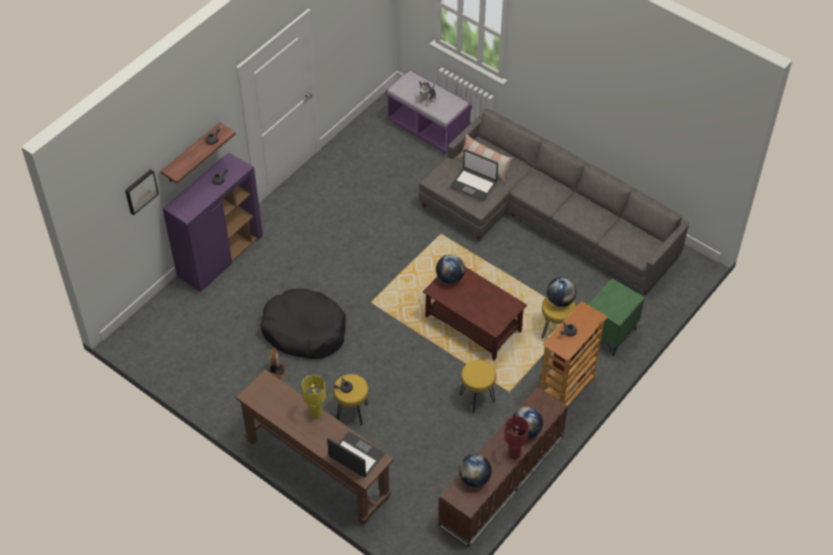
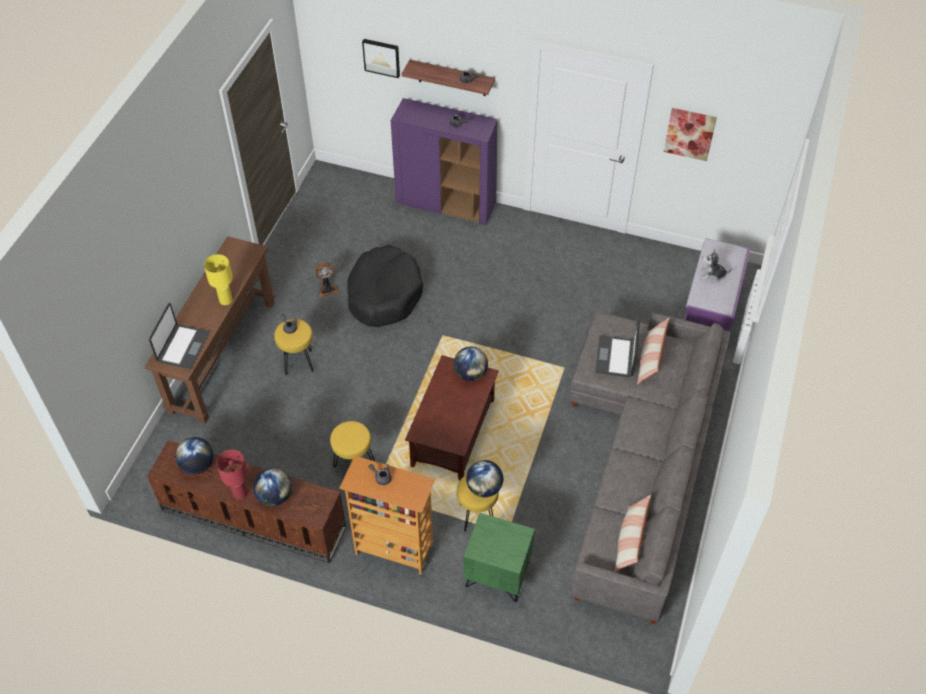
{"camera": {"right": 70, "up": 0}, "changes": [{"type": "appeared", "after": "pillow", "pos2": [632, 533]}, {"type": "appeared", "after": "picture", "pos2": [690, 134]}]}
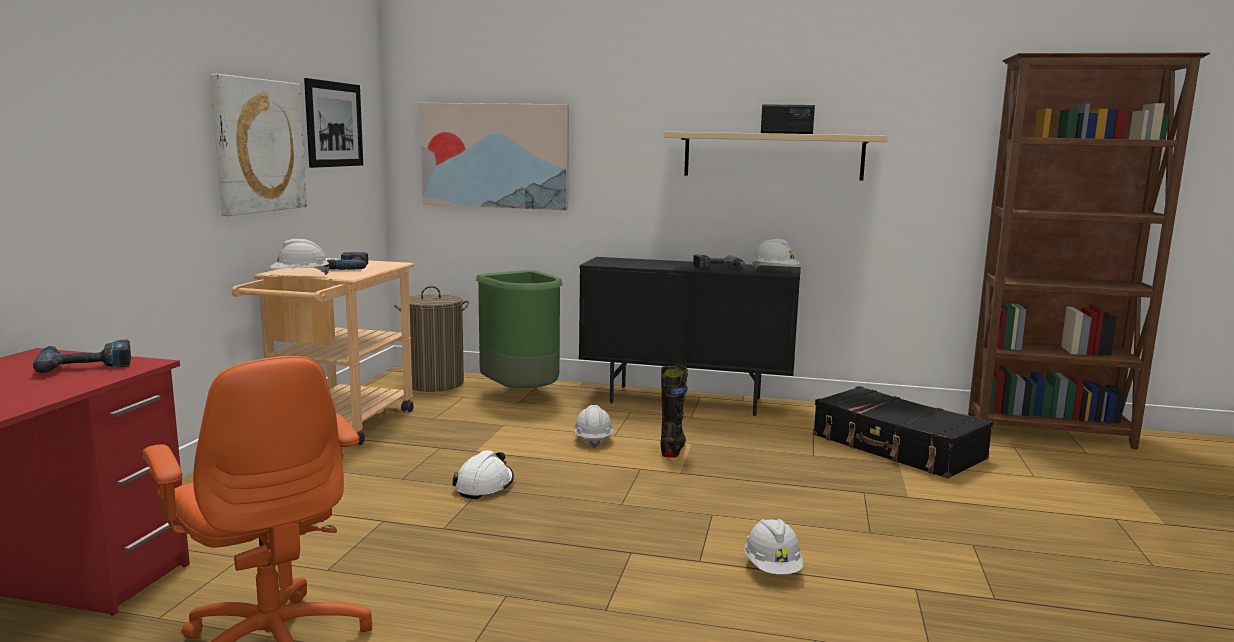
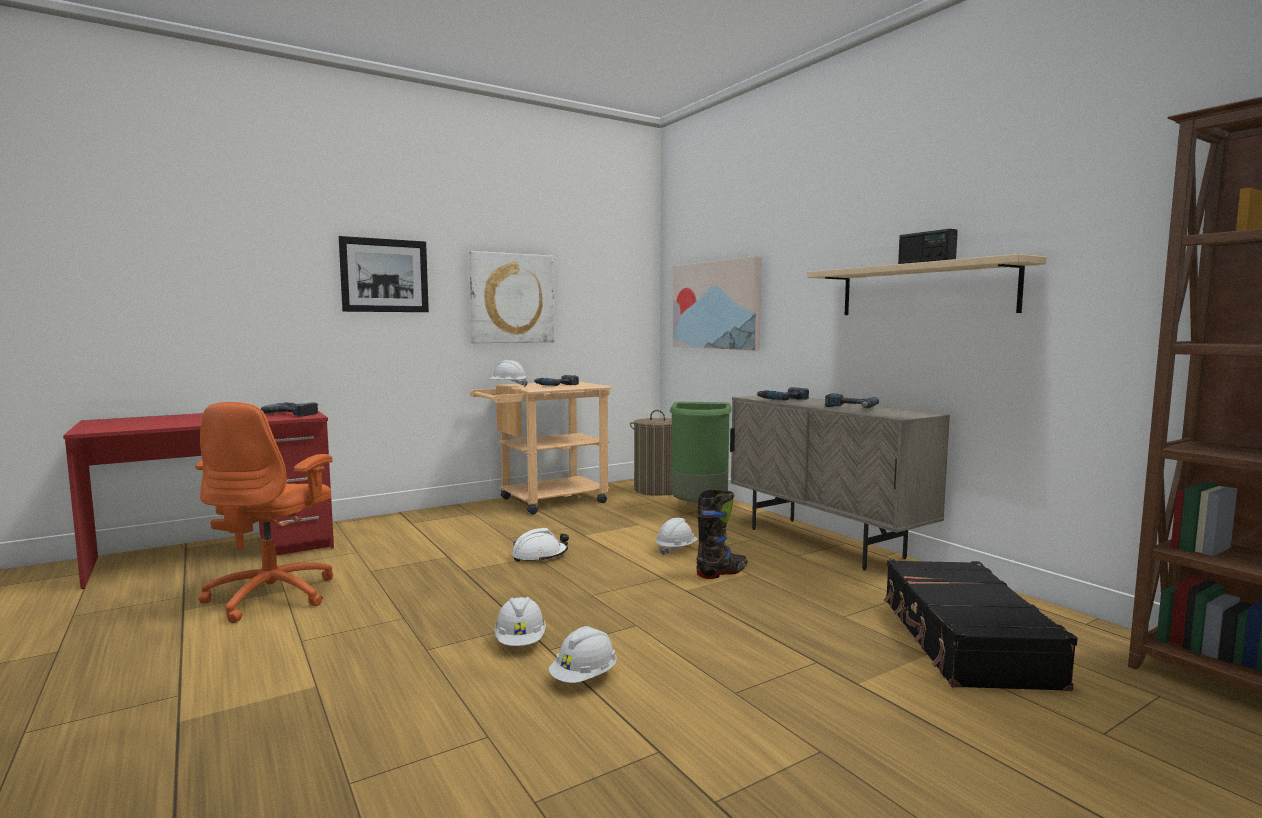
{"camera": {"right": 45, "up": -5}, "changes": [{"type": "appeared", "after": "power drill", "pos2": [782, 394]}, {"type": "relocated", "before": "picture", "pos1": [333, 123], "pos2": [384, 274]}, {"type": "relocated", "before": "hard hat (white)", "pos1": [776, 254], "pos2": [520, 621]}, {"type": "colour", "before": "cabinet (black)", "after": "cabinet (beige)", "pos1": [689, 336], "pos2": [840, 483]}]}
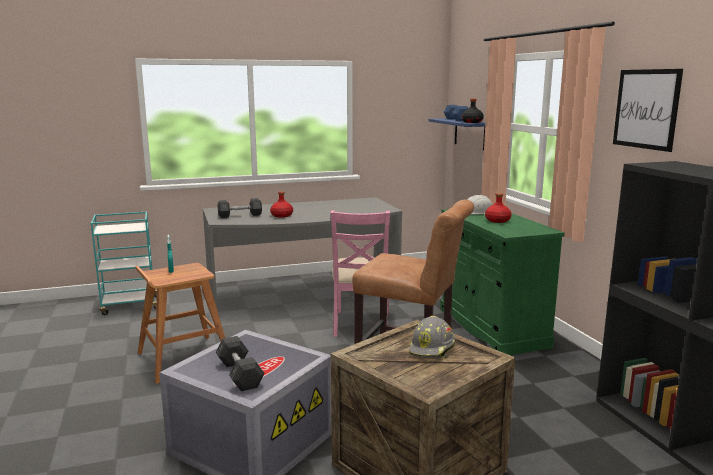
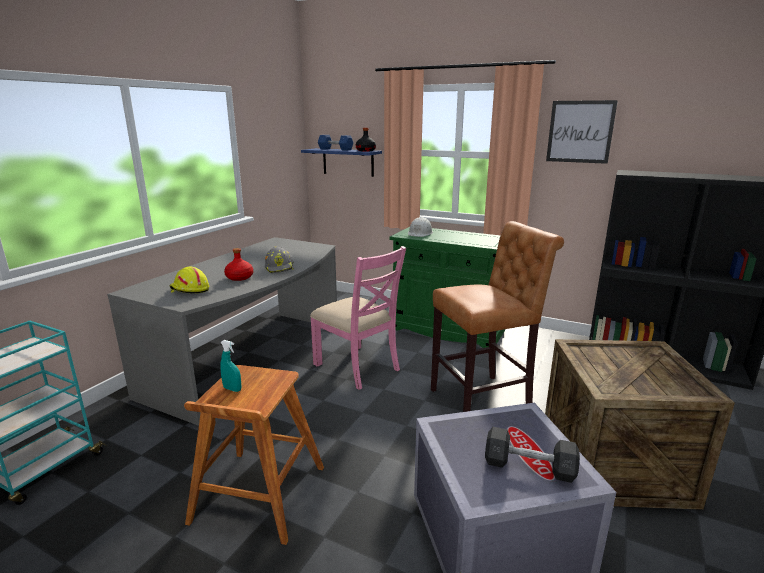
{"camera": {"right": -45, "up": 5}, "changes": [{"type": "missing", "before": "bottle (red)", "pos1": [498, 208]}, {"type": "relocated", "before": "hard hat (grey)", "pos1": [432, 337], "pos2": [279, 260]}, {"type": "exchanged", "before": "dumbbell (grey)", "after": "hard hat (yellow)", "pos1": [240, 208], "pos2": [189, 280]}]}
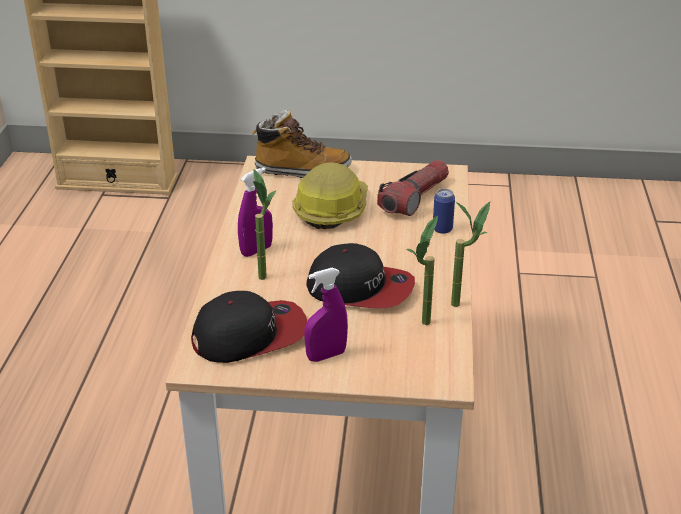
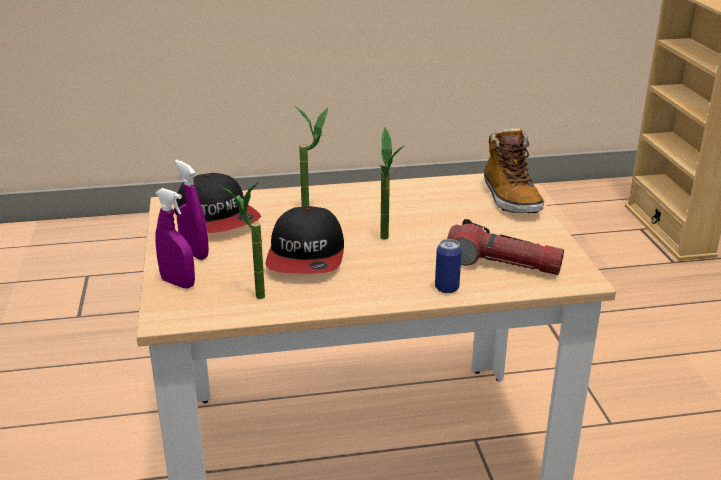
{"camera": {"right": 75, "up": -5}, "changes": [{"type": "missing", "before": "hard hat", "pos1": [330, 195]}, {"type": "relocated", "before": "spray bottle (purple)", "pos1": [255, 212], "pos2": [175, 238]}, {"type": "relocated", "before": "potted plant", "pos1": [470, 254], "pos2": [392, 183]}]}
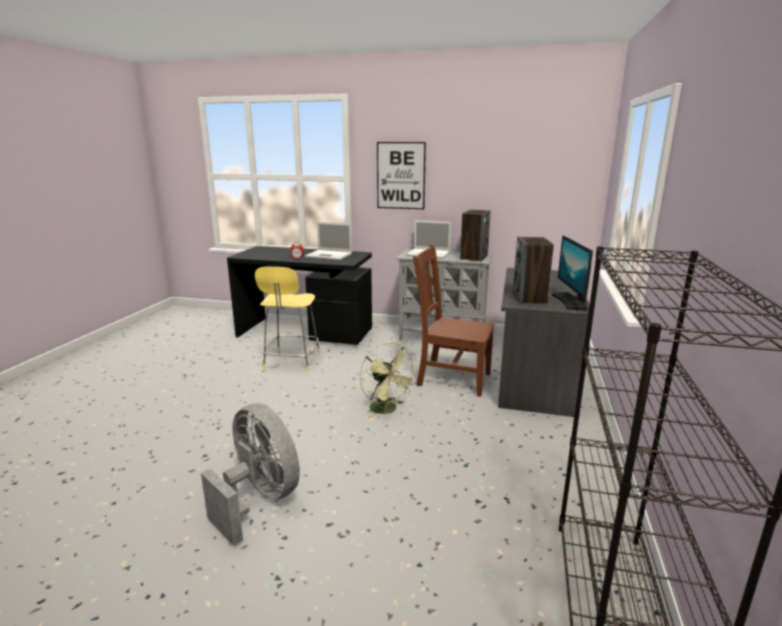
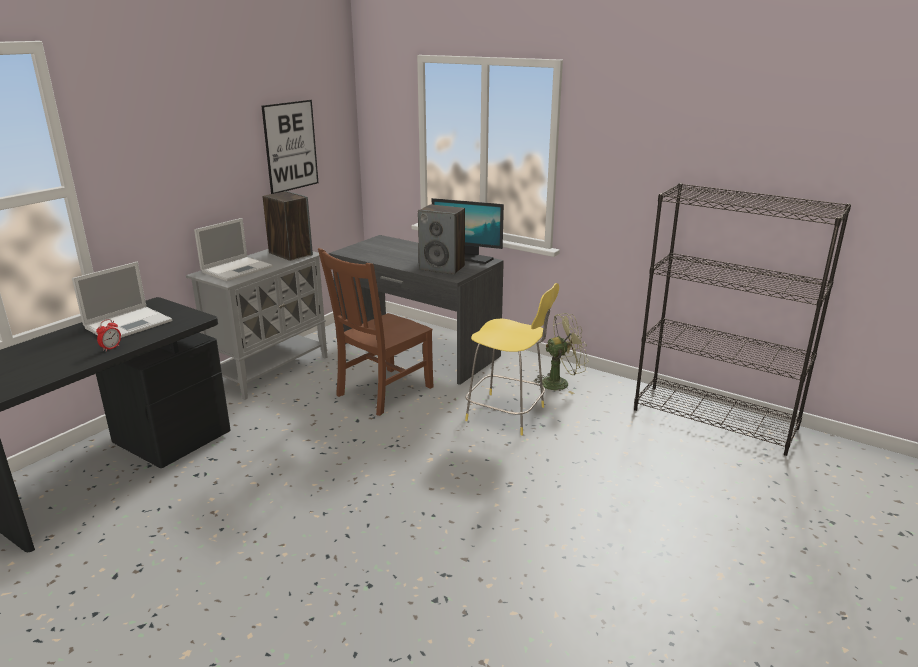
{"camera": {"right": -70, "up": 5}, "changes": [{"type": "missing", "before": "fan (grey)", "pos1": [250, 474]}, {"type": "relocated", "before": "stool (yellow)", "pos1": [287, 319], "pos2": [512, 359]}, {"type": "relocated", "before": "fan (green)", "pos1": [389, 380], "pos2": [559, 353]}, {"type": "relocated", "before": "picture", "pos1": [401, 175], "pos2": [290, 147]}]}
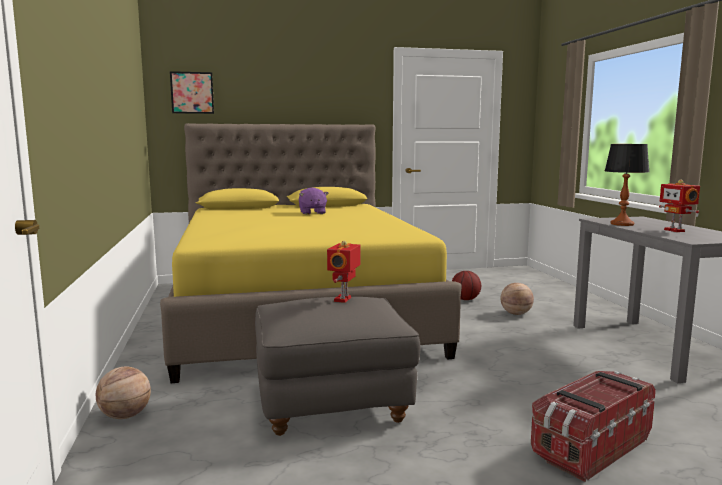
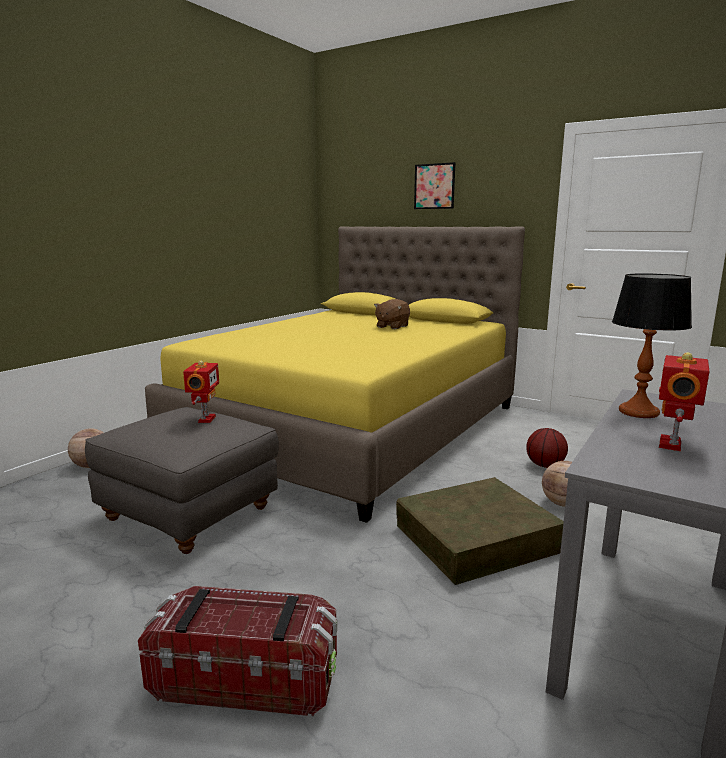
{"camera": {"right": 45, "up": 5}, "changes": [{"type": "appeared", "after": "storage box (brown)", "pos2": [480, 531]}, {"type": "relocated", "before": "picture", "pos1": [192, 92], "pos2": [434, 185]}, {"type": "colour", "before": "plush toy (purple)", "after": "plush toy (brown)", "pos1": [313, 201], "pos2": [392, 314]}, {"type": "spun", "before": "toy robot", "pos1": [344, 271], "pos2": [201, 392], "turn": 120}]}
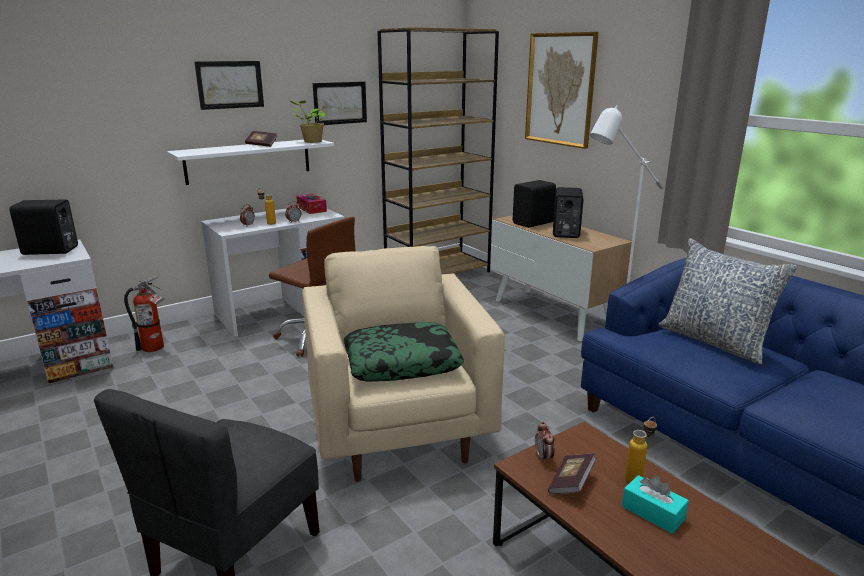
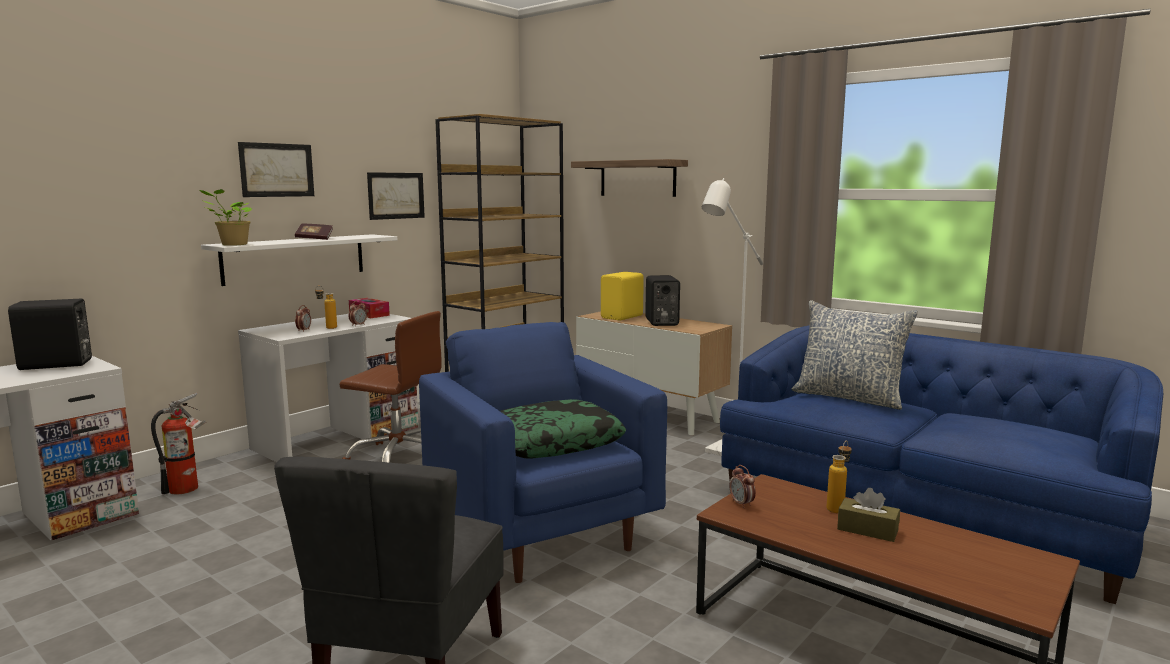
{"camera": {"right": -15, "up": -10}, "changes": [{"type": "missing", "before": "book", "pos1": [572, 473]}, {"type": "relocated", "before": "potted plant", "pos1": [308, 122], "pos2": [226, 217]}, {"type": "exchanged", "before": "picture", "after": "shelf", "pos1": [562, 90], "pos2": [629, 178]}, {"type": "colour", "before": "armchair (beige)", "after": "armchair (blue)", "pos1": [403, 364], "pos2": [543, 452]}, {"type": "colour", "before": "speaker (black)", "after": "speaker (yellow)", "pos1": [534, 204], "pos2": [622, 296]}, {"type": "colour", "before": "tissue box (turquoise)", "after": "tissue box (brown)", "pos1": [655, 504], "pos2": [868, 515]}]}
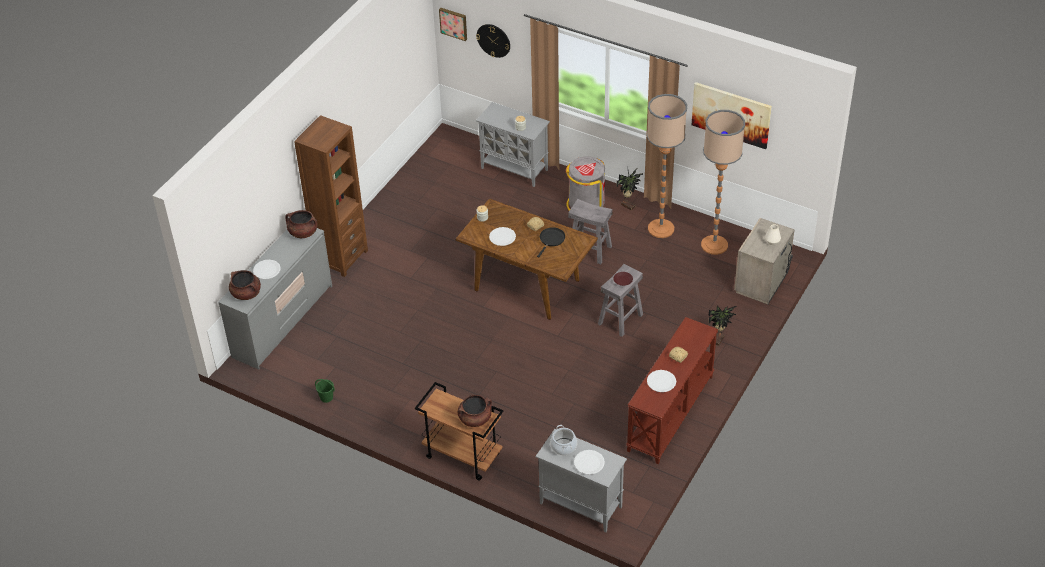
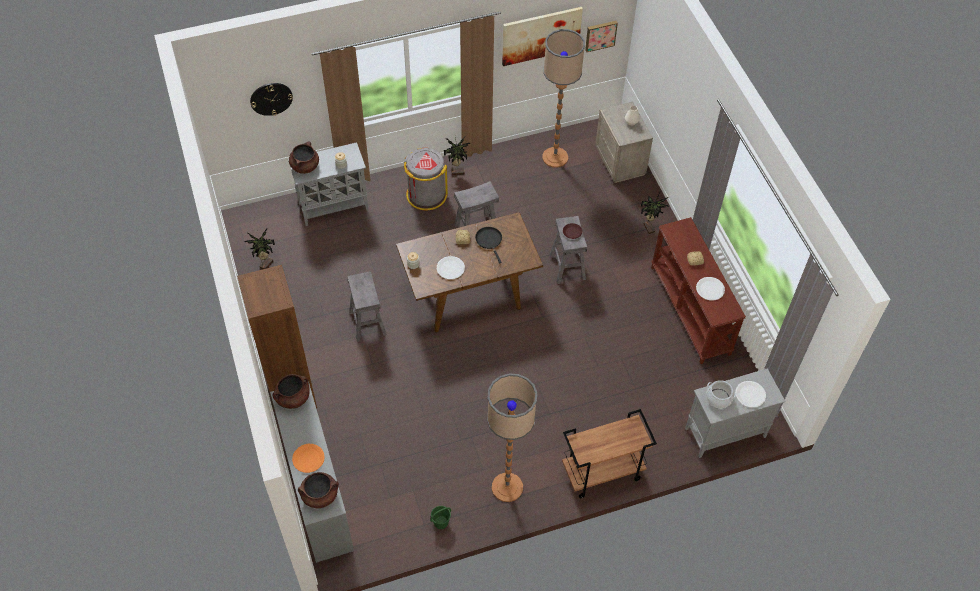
{"camera": {"right": -50, "up": 10}, "changes": [{"type": "appeared", "after": "potted plant", "pos2": [259, 249]}, {"type": "appeared", "after": "stool (grey)", "pos2": [367, 306]}, {"type": "relocated", "before": "picture", "pos1": [453, 24], "pos2": [601, 36]}, {"type": "relocated", "before": "cooking pot (brown)", "pos1": [474, 411], "pos2": [304, 157]}, {"type": "relocated", "before": "floor lamp", "pos1": [667, 166], "pos2": [512, 437]}, {"type": "colour", "before": "plate (white)", "after": "plate (orange)", "pos1": [267, 269], "pos2": [308, 458]}]}
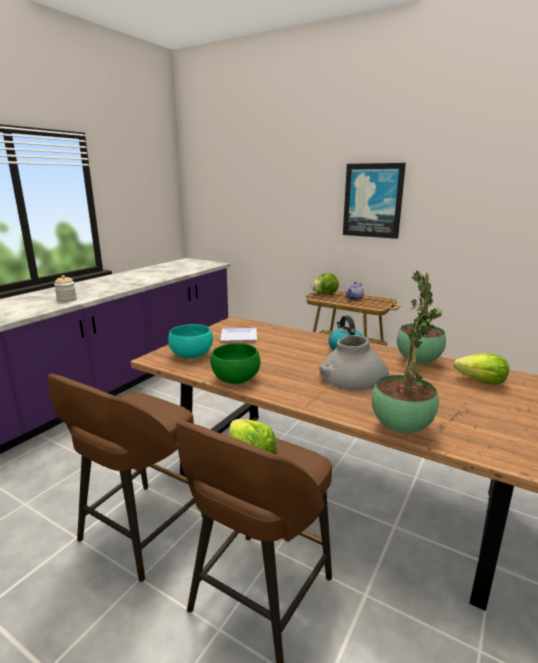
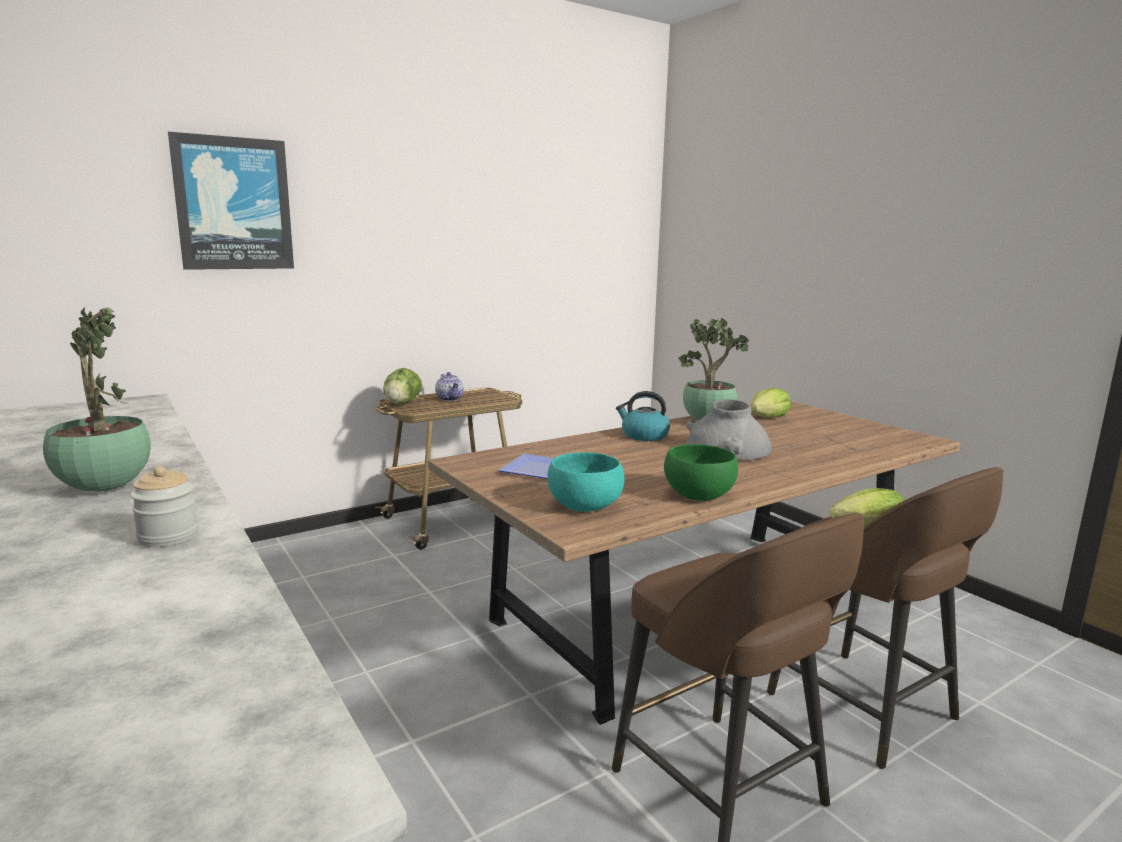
{"camera": {"right": -65, "up": -5}, "changes": [{"type": "relocated", "before": "picture", "pos1": [374, 201], "pos2": [231, 201]}, {"type": "relocated", "before": "potted plant", "pos1": [407, 370], "pos2": [97, 400]}]}
